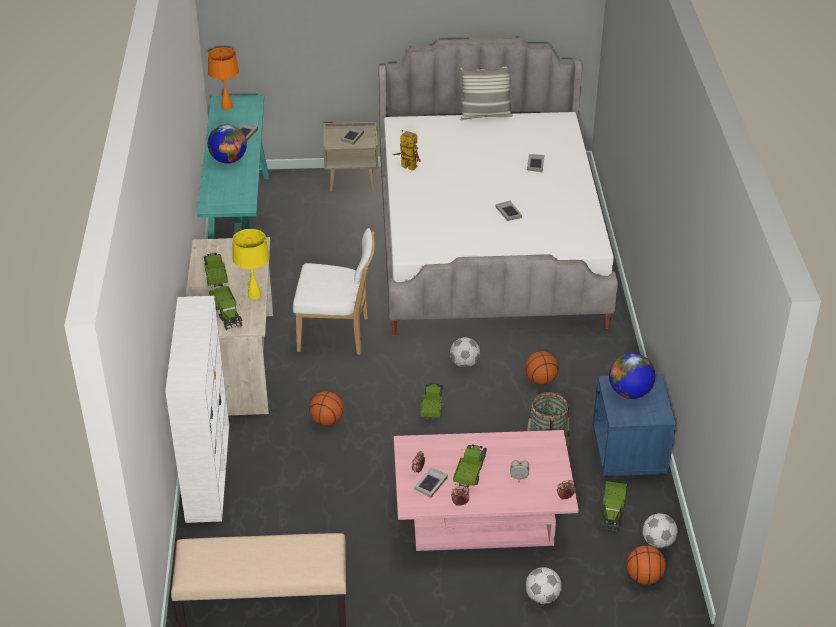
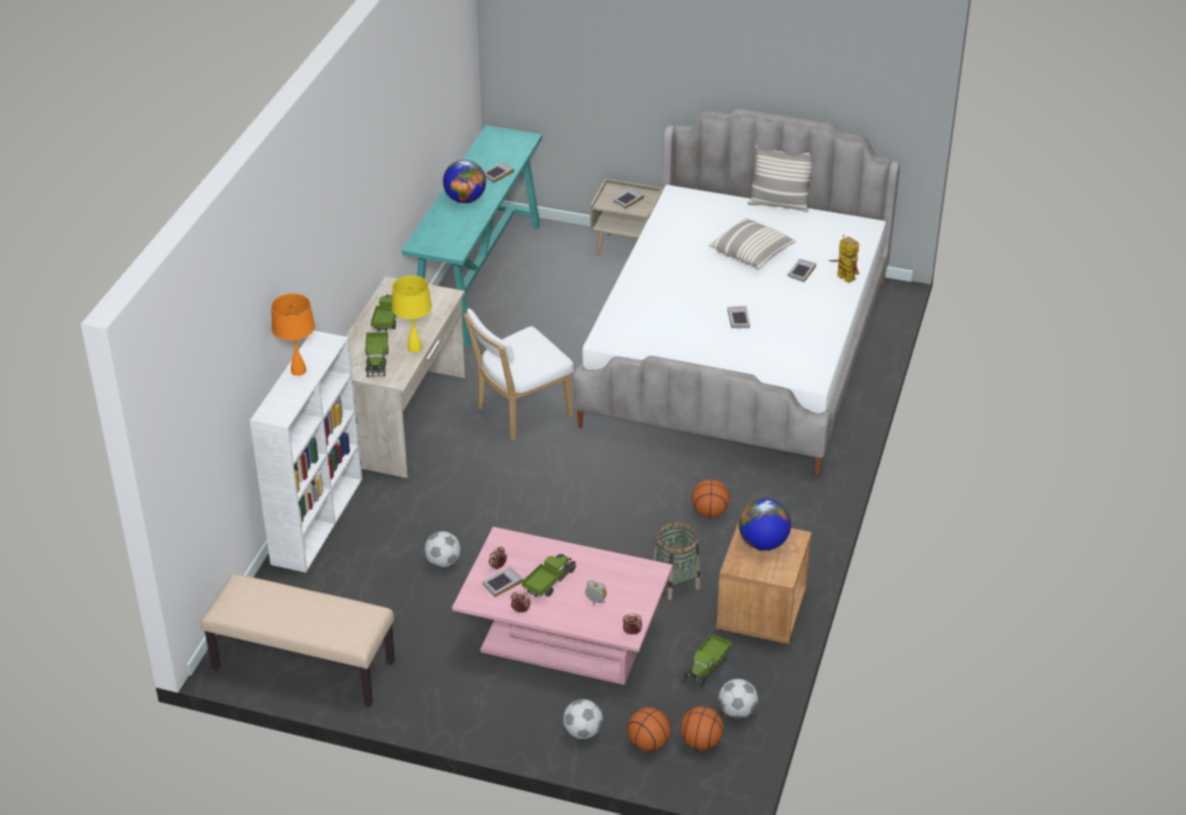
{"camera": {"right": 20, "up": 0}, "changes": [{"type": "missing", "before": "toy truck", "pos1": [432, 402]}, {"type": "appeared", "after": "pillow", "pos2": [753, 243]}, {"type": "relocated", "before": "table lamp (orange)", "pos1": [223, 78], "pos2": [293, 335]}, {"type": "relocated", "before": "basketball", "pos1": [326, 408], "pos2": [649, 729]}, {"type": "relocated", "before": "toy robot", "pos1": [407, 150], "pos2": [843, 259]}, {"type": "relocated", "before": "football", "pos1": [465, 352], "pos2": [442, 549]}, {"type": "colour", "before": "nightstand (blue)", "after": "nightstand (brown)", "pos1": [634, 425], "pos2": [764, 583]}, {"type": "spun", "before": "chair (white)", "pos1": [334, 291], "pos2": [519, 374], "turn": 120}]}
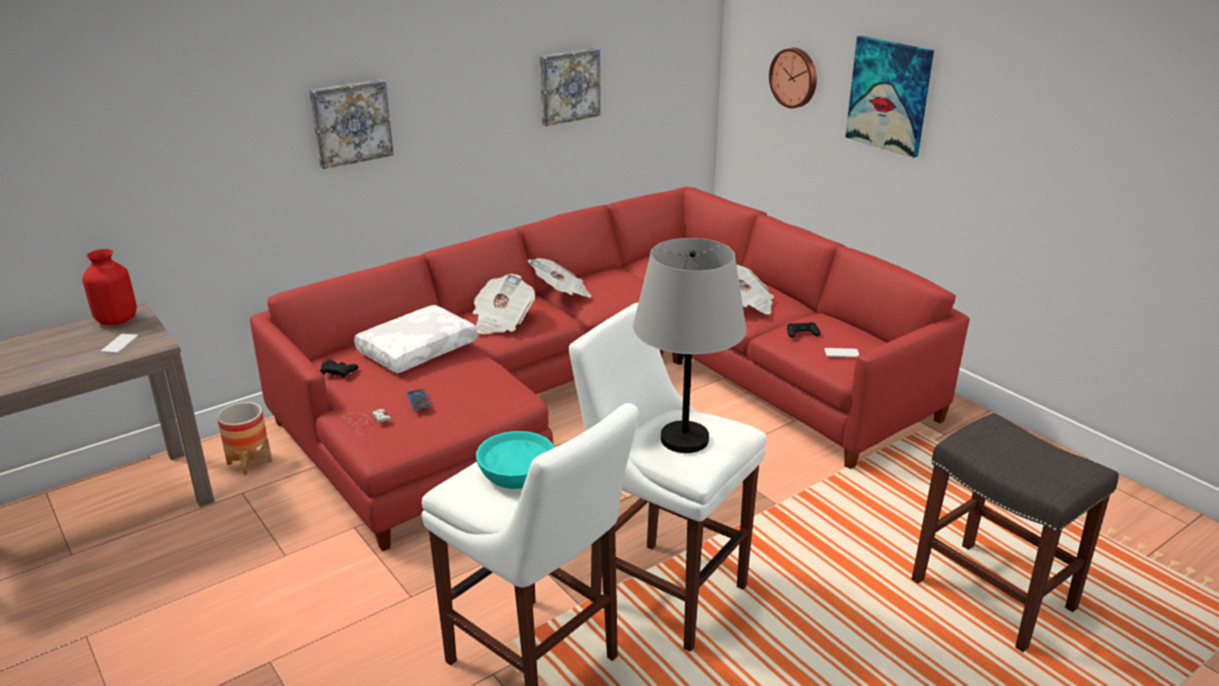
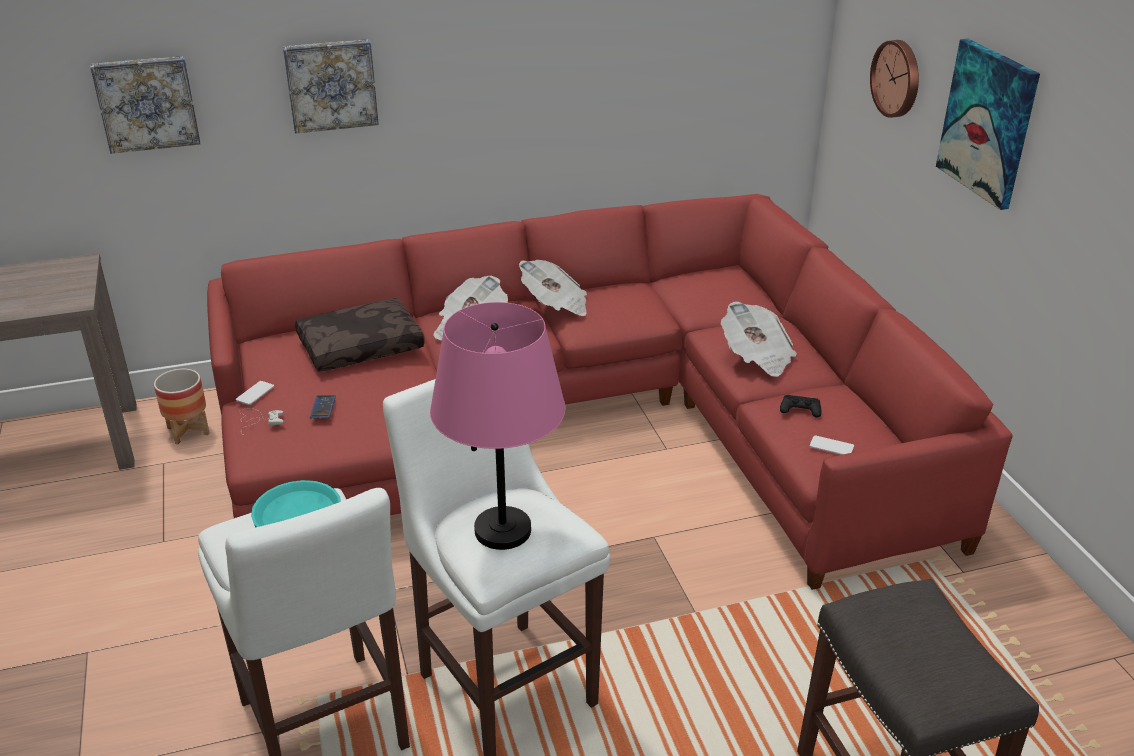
{"camera": {"right": 20, "up": 5}, "changes": [{"type": "missing", "before": "vase (red)", "pos1": [109, 287]}, {"type": "missing", "before": "game controller (black)", "pos1": [339, 369]}, {"type": "relocated", "before": "phone", "pos1": [119, 343], "pos2": [255, 393]}, {"type": "relocated", "before": "picture", "pos1": [570, 87], "pos2": [145, 105]}, {"type": "colour", "before": "pillow (white)", "after": "pillow (brown)", "pos1": [416, 339], "pos2": [360, 335]}, {"type": "colour", "before": "table lamp (grey)", "after": "table lamp (pink)", "pos1": [690, 345], "pos2": [498, 426]}]}
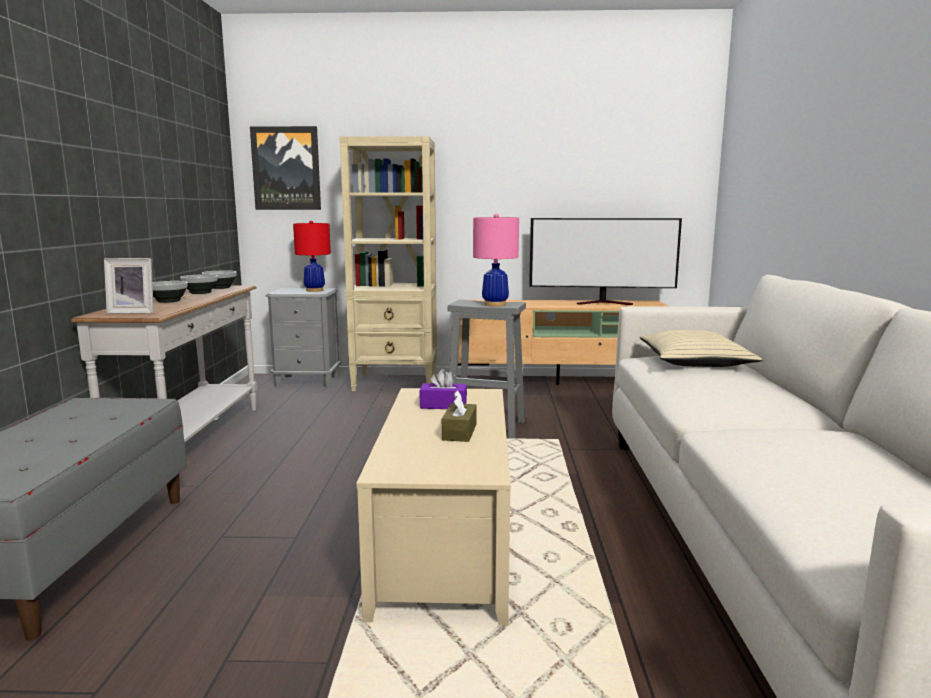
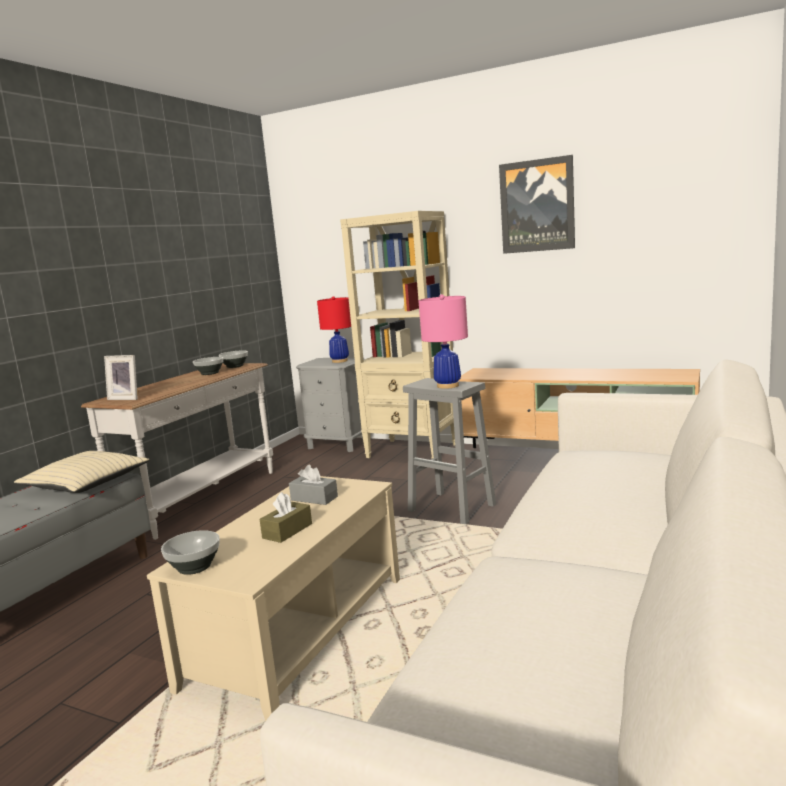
{"camera": {"right": 25, "up": 0}, "changes": [{"type": "missing", "before": "television", "pos1": [605, 261]}, {"type": "relocated", "before": "bowl", "pos1": [170, 292], "pos2": [190, 552]}, {"type": "relocated", "before": "picture", "pos1": [285, 168], "pos2": [537, 204]}, {"type": "relocated", "before": "pillow (beige)", "pos1": [701, 348], "pos2": [82, 472]}, {"type": "colour", "before": "tissue box (purple)", "after": "tissue box (grey)", "pos1": [443, 389], "pos2": [313, 485]}]}
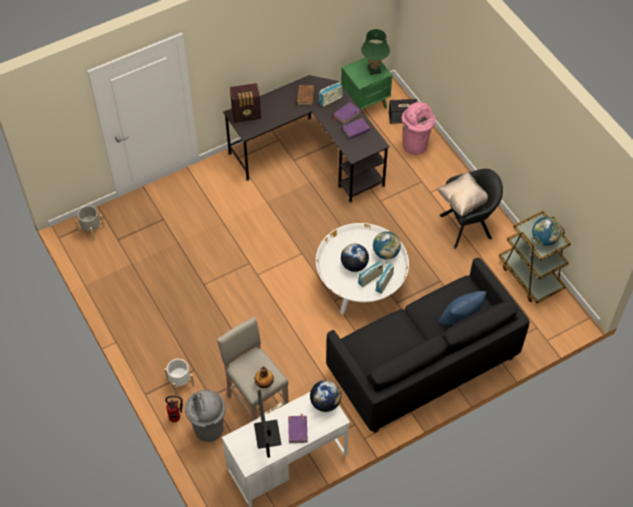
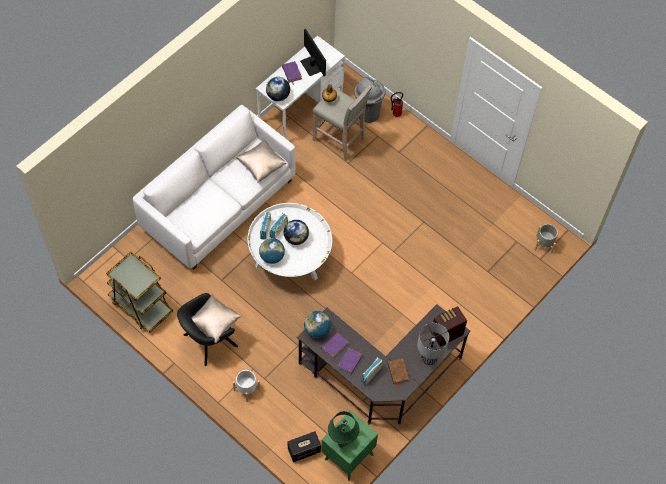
{"camera": {"right": 160, "up": 5}, "changes": [{"type": "missing", "before": "trash can (pink)", "pos1": [418, 128]}, {"type": "missing", "before": "pillow (blue)", "pos1": [462, 308]}, {"type": "appeared", "after": "pillow (beige)", "pos2": [261, 161]}, {"type": "appeared", "after": "table lamp", "pos2": [433, 344]}, {"type": "relocated", "before": "planter (white)", "pos1": [179, 377], "pos2": [246, 385]}, {"type": "relocated", "before": "globe", "pos1": [546, 231], "pos2": [317, 324]}, {"type": "colour", "before": "sofa (black)", "after": "sofa (white)", "pos1": [428, 345], "pos2": [214, 187]}]}
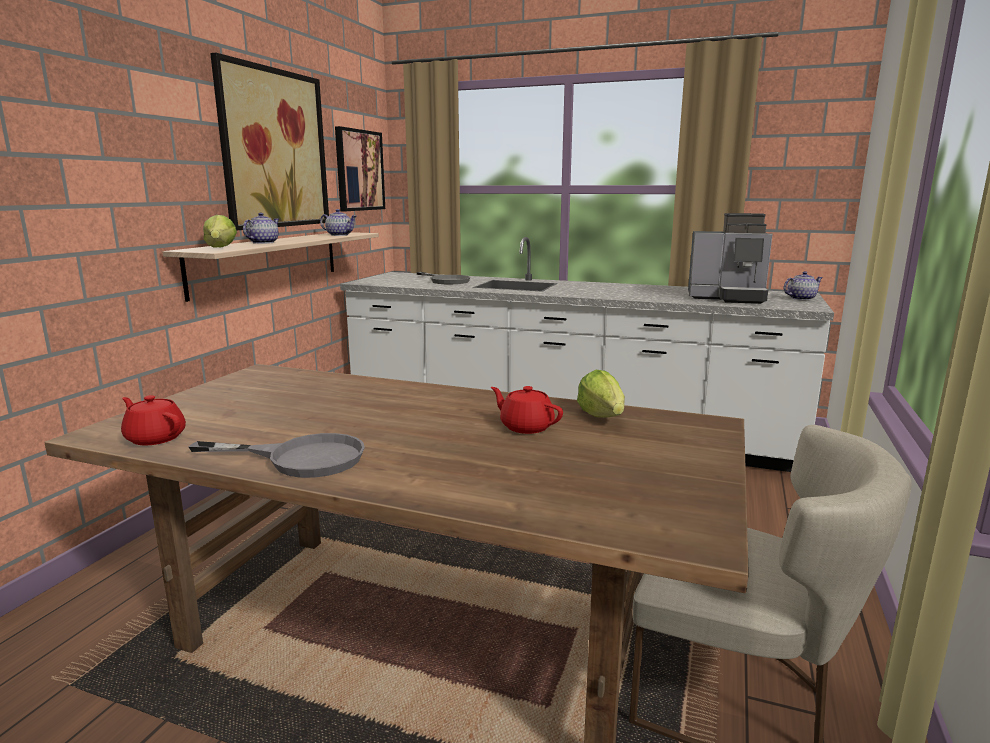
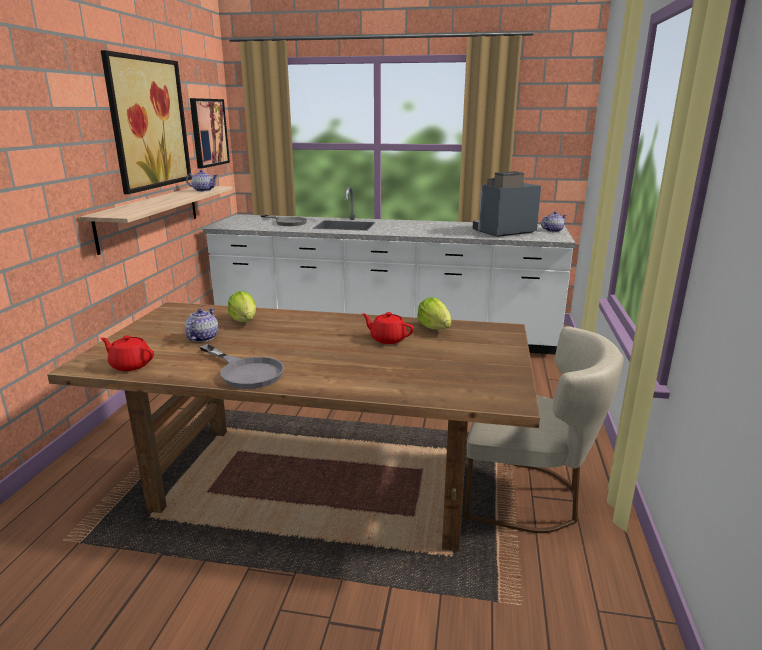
{"camera": {"right": -10, "up": 5}, "changes": [{"type": "relocated", "before": "lettuce", "pos1": [220, 231], "pos2": [242, 306]}, {"type": "relocated", "before": "teapot", "pos1": [261, 228], "pos2": [202, 325]}, {"type": "spun", "before": "frying pan (grey)", "pos1": [277, 455], "pos2": [242, 366], "turn": 45}, {"type": "spun", "before": "coffee machine", "pos1": [730, 258], "pos2": [506, 204], "turn": 150}]}
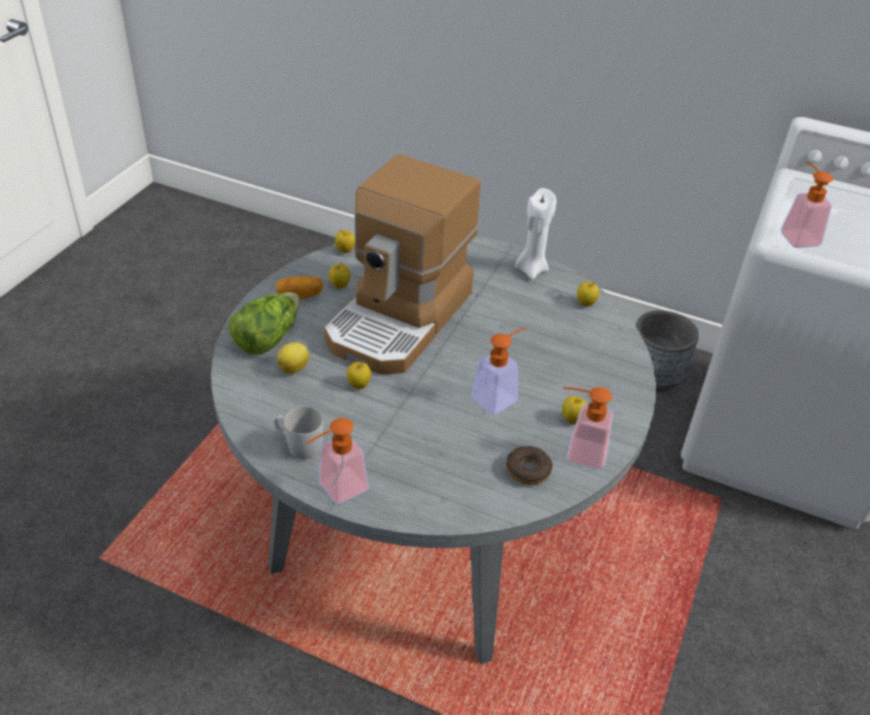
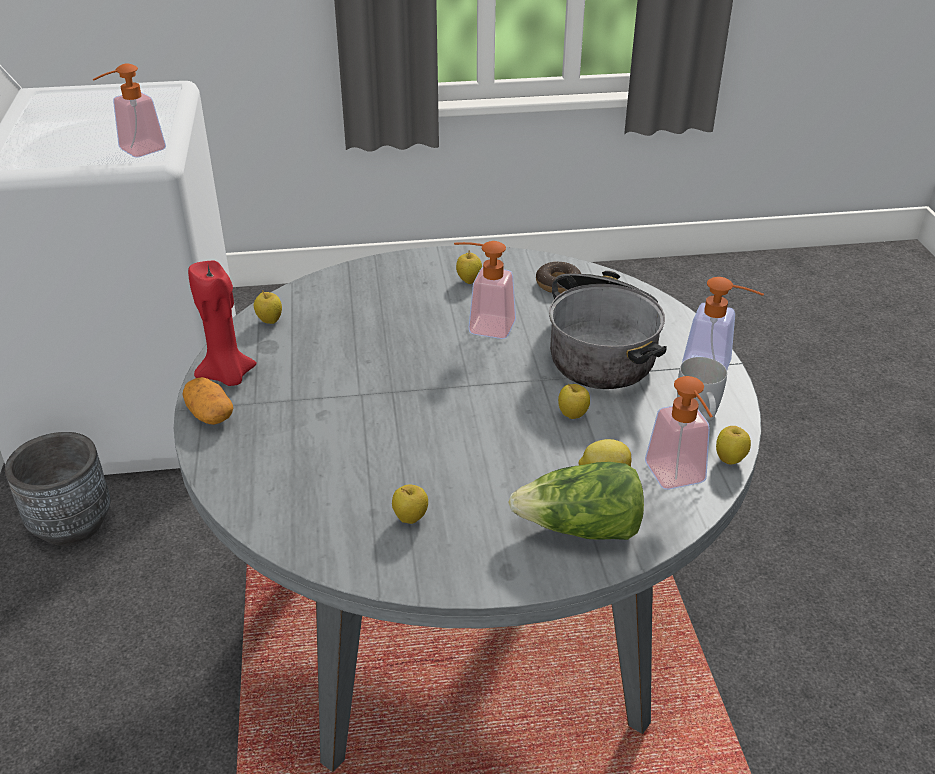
{"camera": {"right": -120, "up": -5}, "changes": [{"type": "missing", "before": "coffee machine", "pos1": [402, 264]}, {"type": "appeared", "after": "cooking pot", "pos2": [608, 330]}, {"type": "relocated", "before": "potato", "pos1": [299, 287], "pos2": [208, 401]}, {"type": "relocated", "before": "apple", "pos1": [345, 241], "pos2": [733, 445]}, {"type": "relocated", "before": "soap dispenser", "pos1": [588, 428], "pos2": [679, 433]}, {"type": "colour", "before": "candle (white)", "after": "candle (red)", "pos1": [535, 233], "pos2": [222, 323]}]}
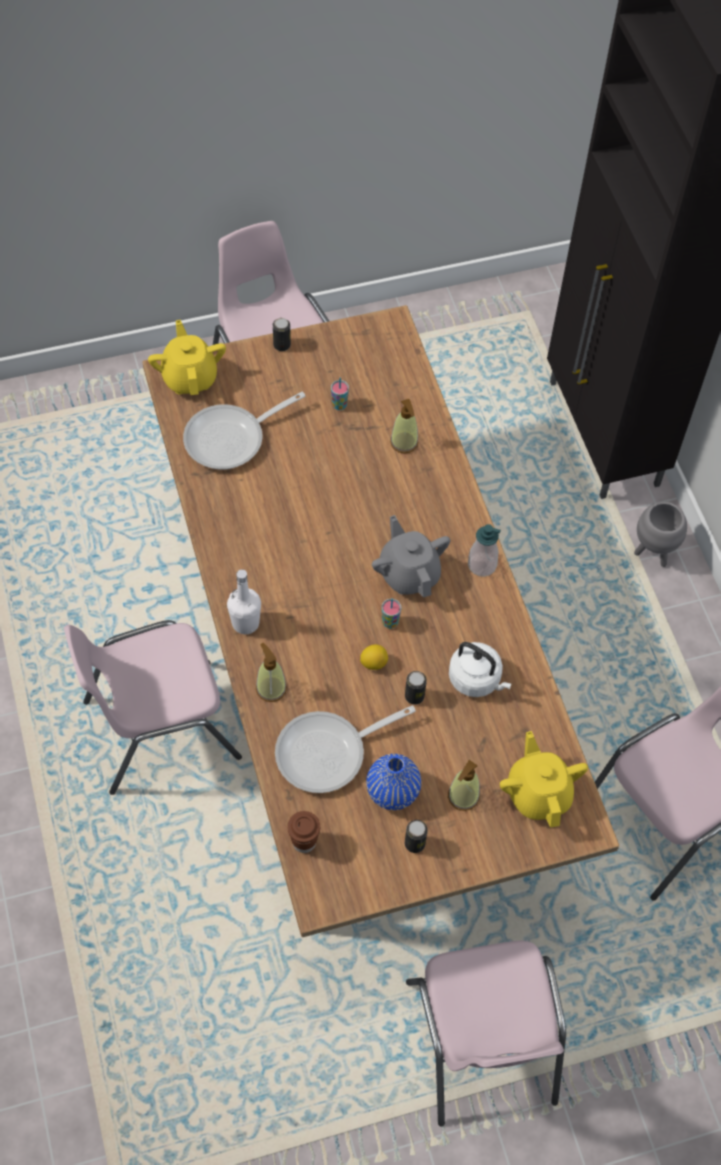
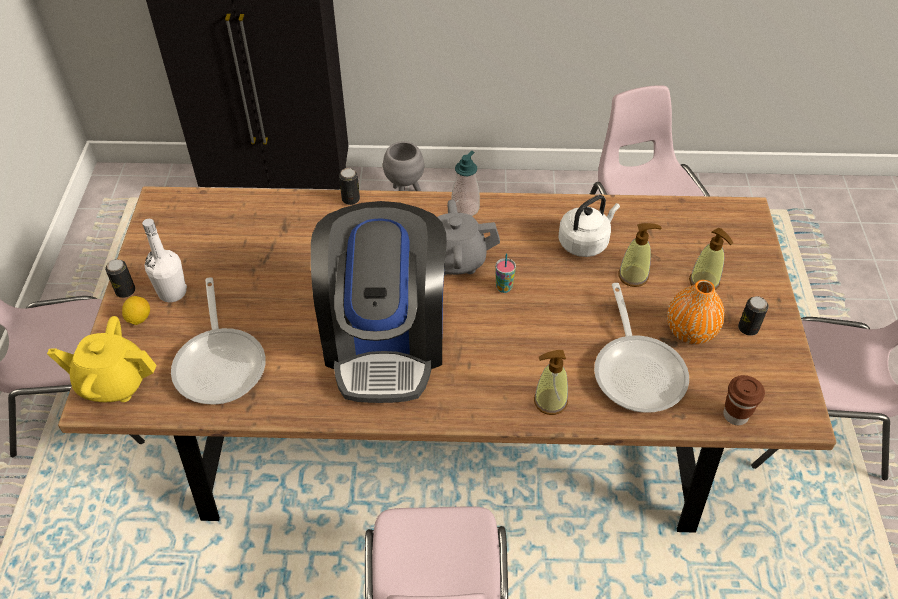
{"camera": {"right": -70, "up": -10}, "changes": [{"type": "missing", "before": "cup", "pos1": [340, 394]}, {"type": "missing", "before": "teapot (yellow)", "pos1": [544, 779]}, {"type": "appeared", "after": "coffee machine", "pos2": [379, 302]}, {"type": "relocated", "before": "bottle (white)", "pos1": [244, 601], "pos2": [164, 260]}, {"type": "relocated", "before": "lemon", "pos1": [374, 657], "pos2": [136, 310]}, {"type": "relocated", "before": "soap dispenser", "pos1": [404, 426], "pos2": [640, 255]}, {"type": "relocated", "before": "can", "pos1": [416, 688], "pos2": [349, 186]}, {"type": "colour", "before": "vase (blue)", "after": "vase (orange)", "pos1": [393, 782], "pos2": [696, 312]}]}
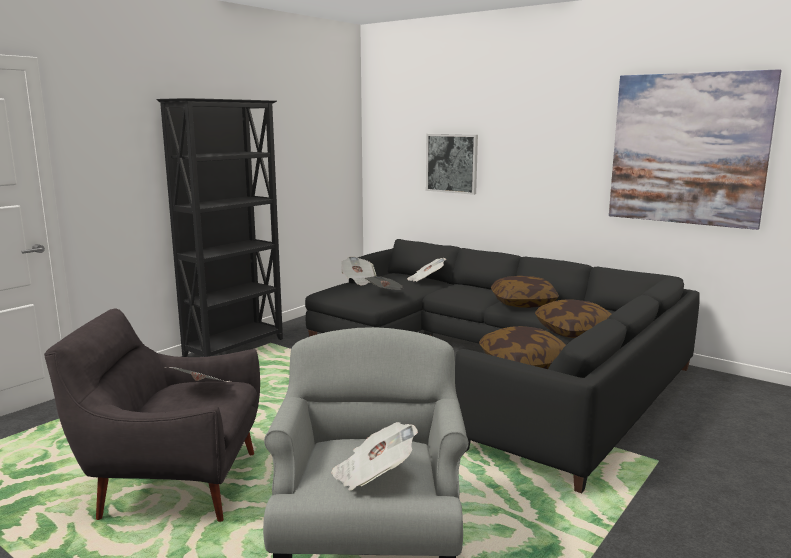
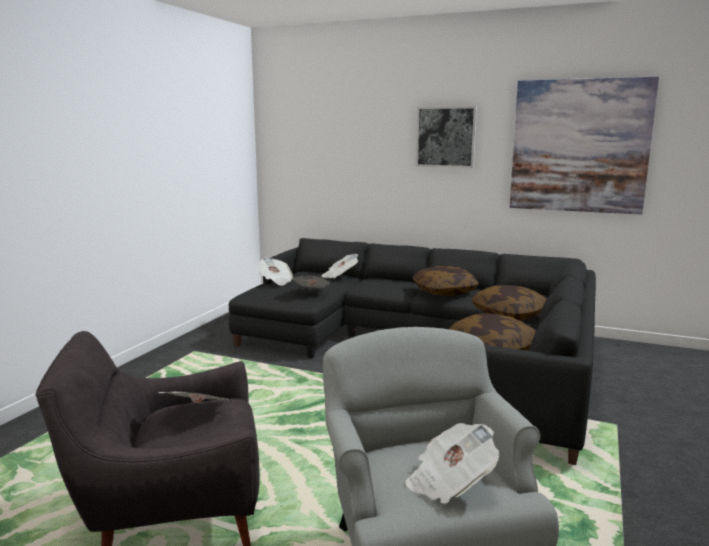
{"camera": {"right": -15, "up": 0}, "changes": [{"type": "missing", "before": "bookcase (black)", "pos1": [219, 227]}, {"type": "relocated", "before": "picture", "pos1": [452, 164], "pos2": [446, 137]}]}
